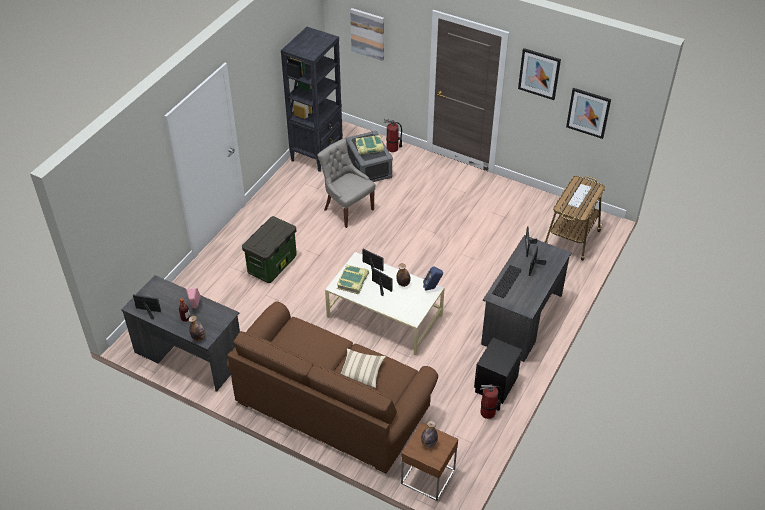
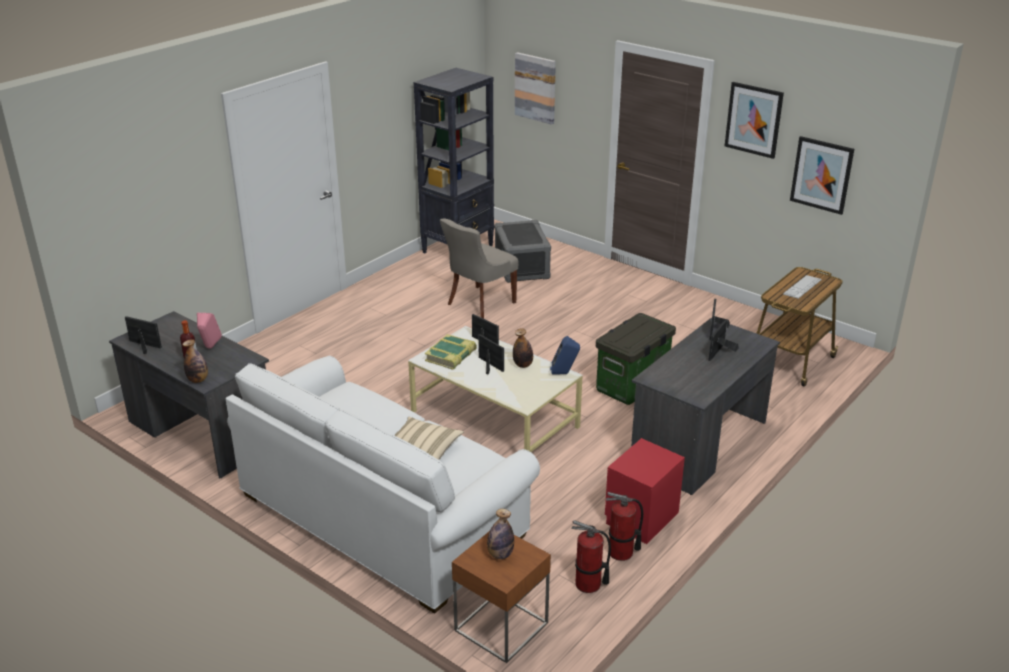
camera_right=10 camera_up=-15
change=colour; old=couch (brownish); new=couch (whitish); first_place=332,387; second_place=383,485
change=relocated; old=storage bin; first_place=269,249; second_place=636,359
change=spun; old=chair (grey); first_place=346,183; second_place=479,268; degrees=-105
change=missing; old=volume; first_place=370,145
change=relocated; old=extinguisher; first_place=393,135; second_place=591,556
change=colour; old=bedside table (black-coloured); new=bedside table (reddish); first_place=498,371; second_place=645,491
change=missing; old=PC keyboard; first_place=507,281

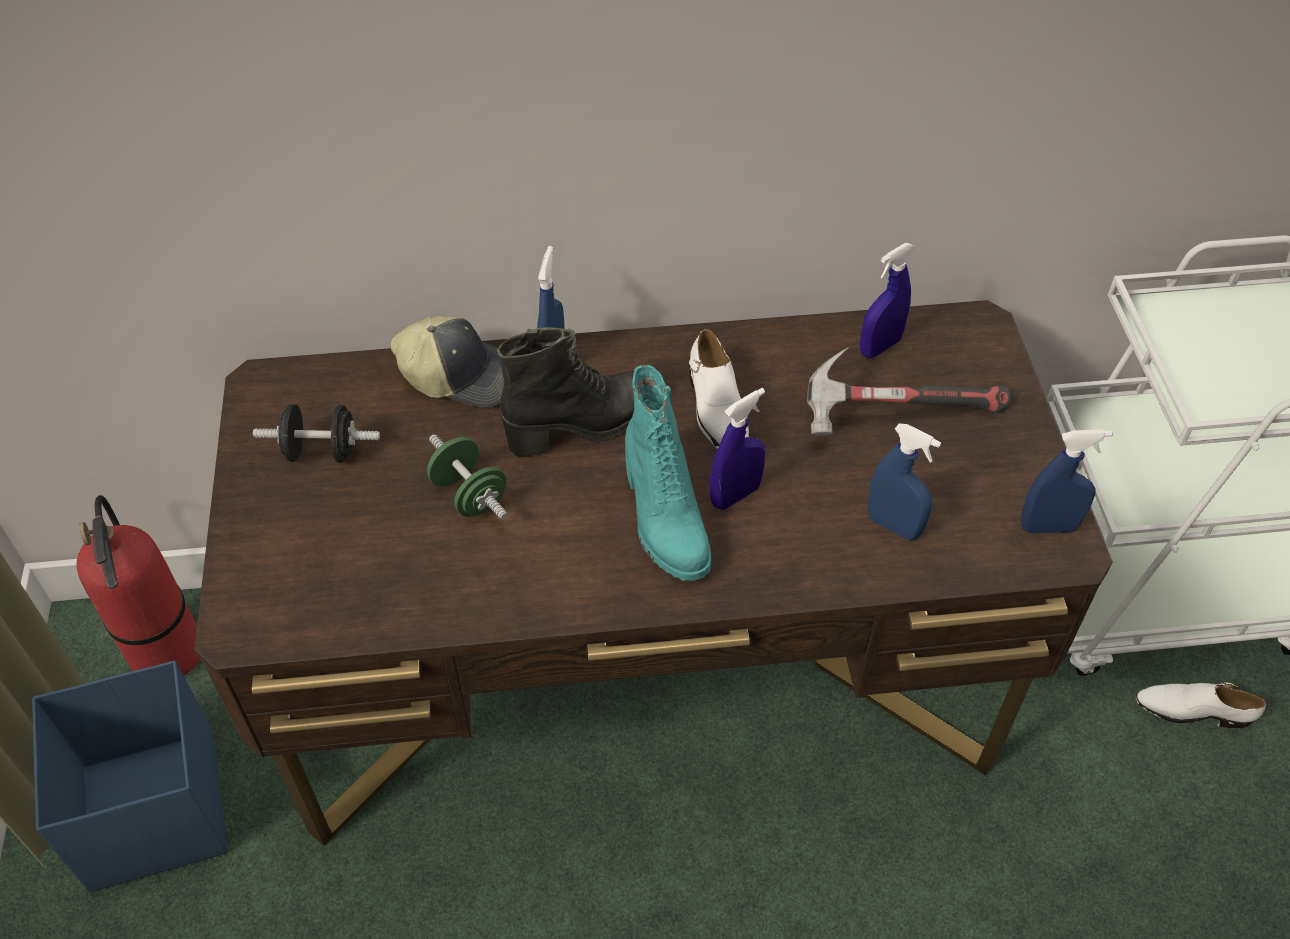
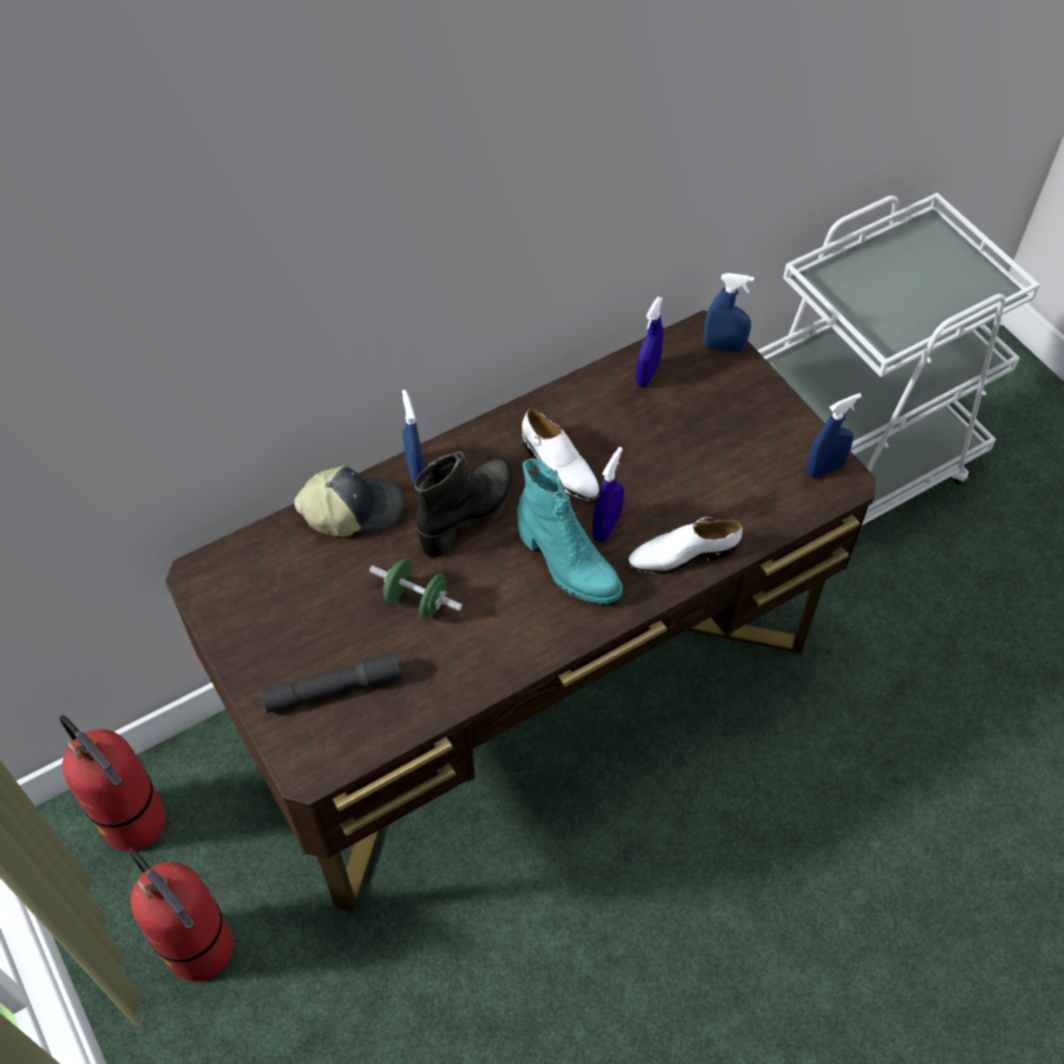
camera_right=-25 camera_up=5
change=exchanged; old=storage bin (blue); new=extinguisher; first_place=130,776; second_place=181,914
change=missing; old=free weight (black-coloured); first_place=316,433
change=missing; old=tool hammer; first_place=908,391
change=relocated; old=sprayer (blue); first_place=904,482; second_place=729,312
change=relocated; old=item of footwear (whitish); first_place=1201,705; second_place=684,545
change=appeared; new=torch (grey); second_place=332,682

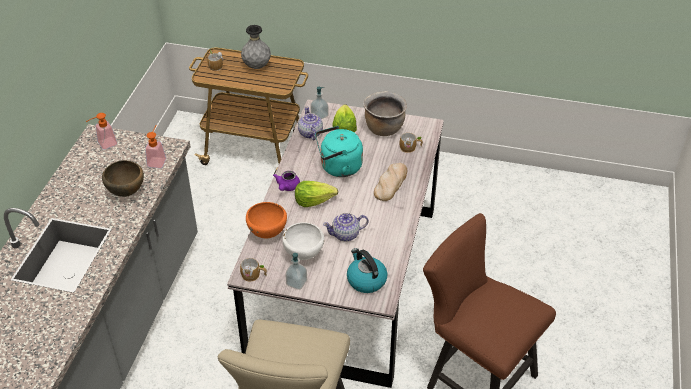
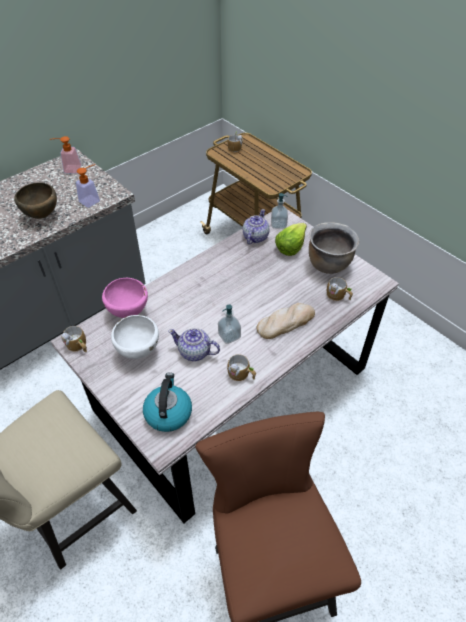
camera_right=35 camera_up=5
change=missing; old=flower vase (grey); first_place=256,47
change=colour; old=serving bowl (orange); new=serving bowl (pink); first_place=266,220; second_place=125,298
change=missing; old=teapot (purple); first_place=286,181
change=relocated; old=soap dispenser; first_place=296,271; second_place=229,324
change=missing; old=lettuce head; first_place=316,194
change=missing; old=kettle (blue-green); first_place=339,151
change=appeared; new=coffee mug; second_place=241,367

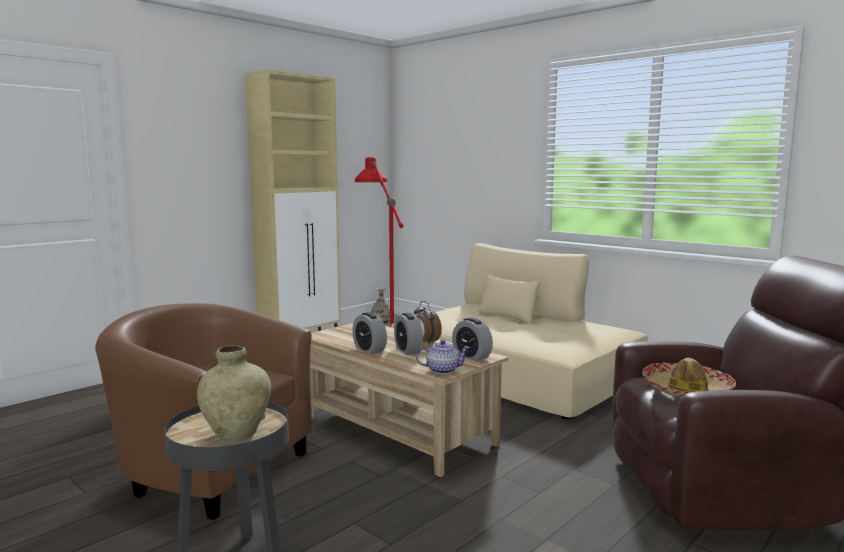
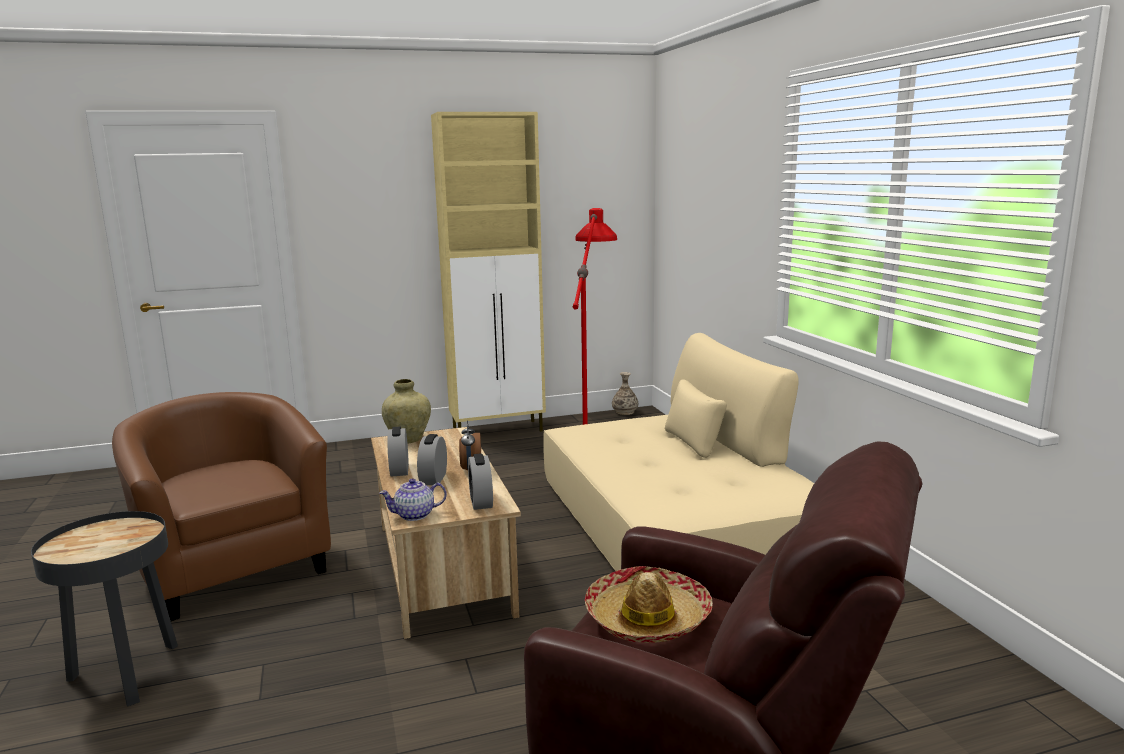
camera_right=30 camera_up=5
change=relocated; old=flower vase (beige-coloured); first_place=234,393; second_place=406,411
change=spun; old=teapot; first_place=443,357; second_place=413,499; degrees=135

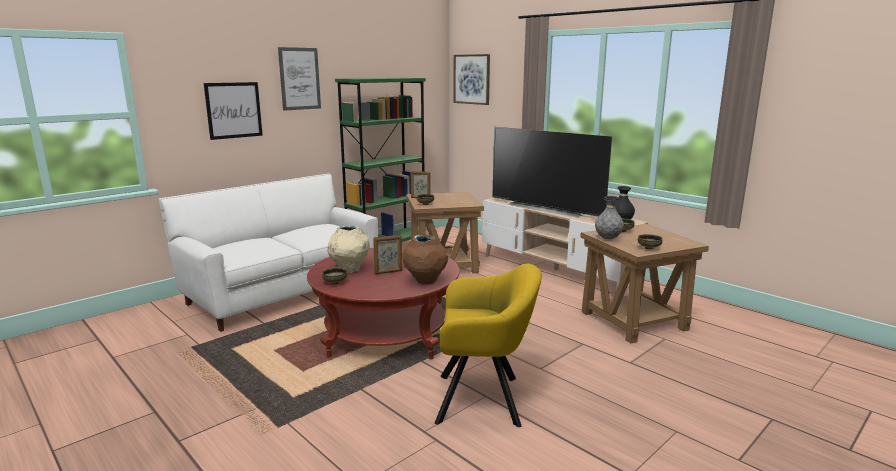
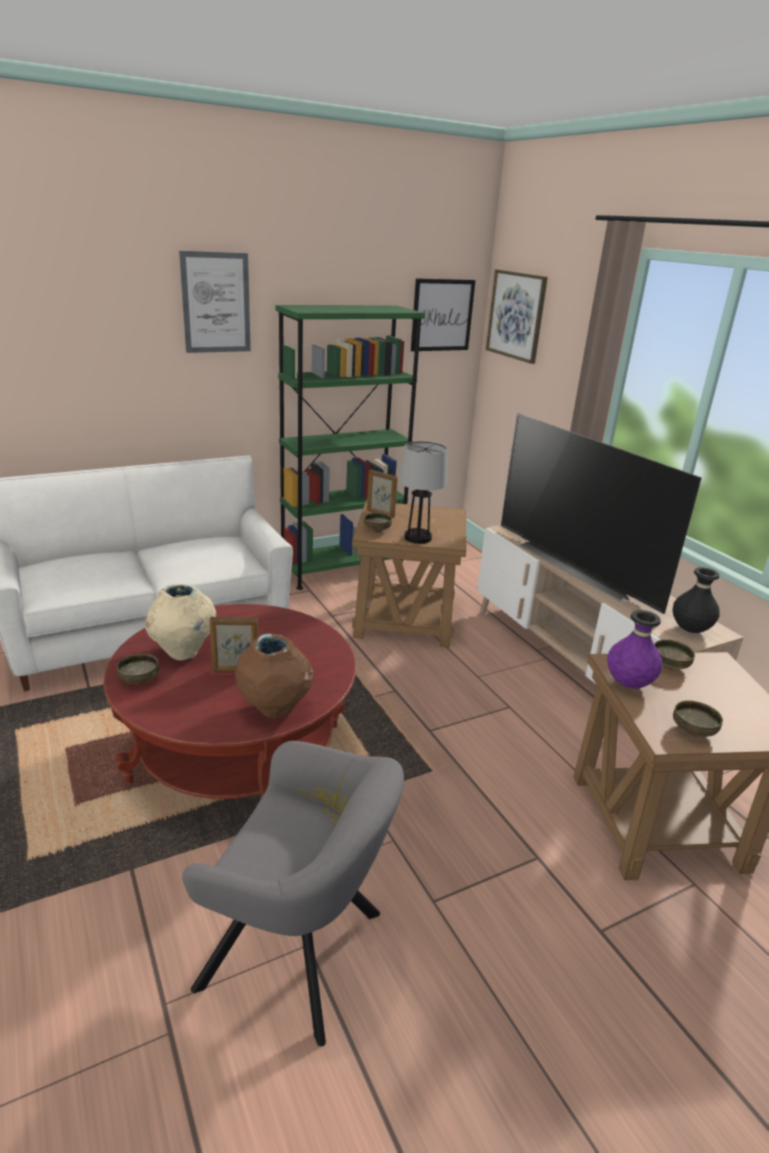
camera_right=15 camera_up=10
change=relocated; old=picture; first_place=233,111; second_place=443,315
change=colour; old=easy chair (yellow); new=easy chair (grey); first_place=488,345; second_place=293,894
change=colour; old=flower vase (grey); new=flower vase (purple); first_place=609,217; second_place=634,649
change=appeared; new=tabletop lamp; second_place=423,492

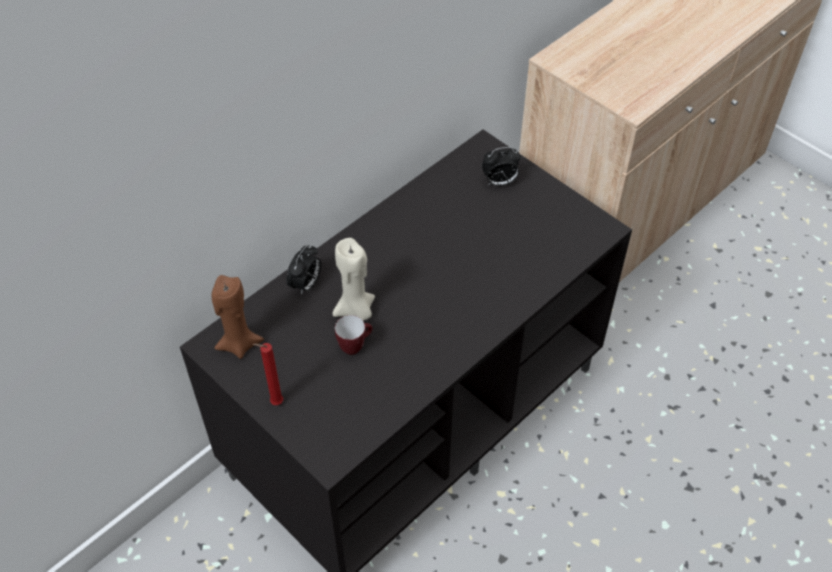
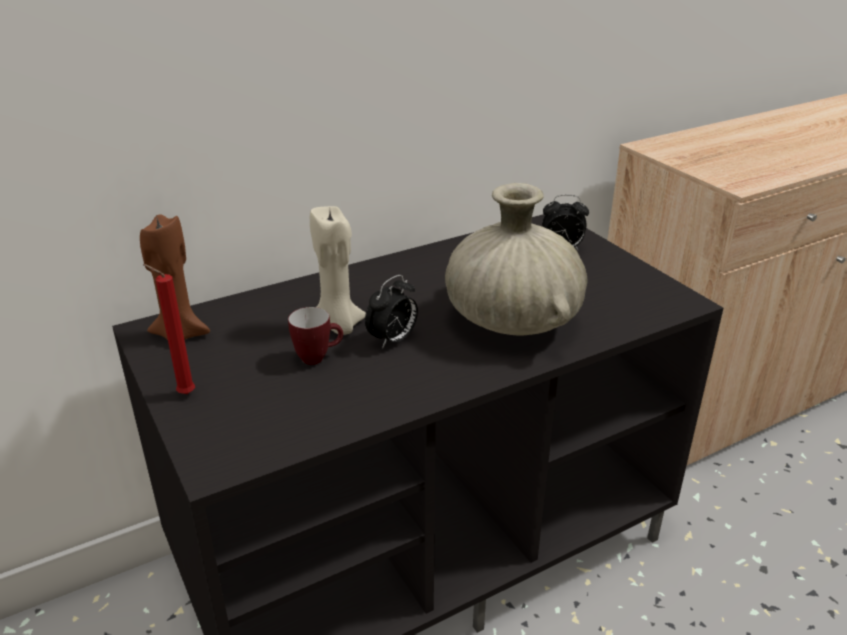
camera_right=15 camera_up=-20
change=relocated; old=alarm clock; first_place=303,270; second_place=391,312
change=appeared; new=flower vase (beige-coloured); second_place=516,259

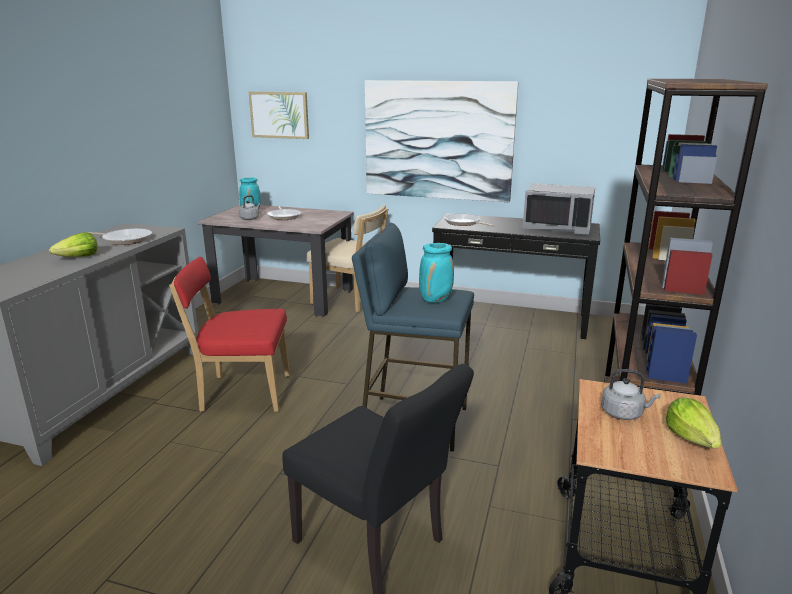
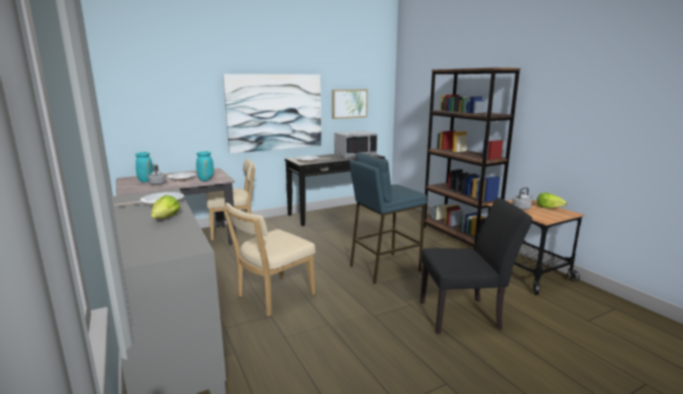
camera_right=-45 camera_up=-5
change=colour; old=chair (reddish); new=chair (beige-coloured); first_place=229,334; second_place=269,259
change=relocated; old=picture; first_place=279,115; second_place=350,104
change=relocated; old=flower vase (blue-green); first_place=436,273; second_place=205,166

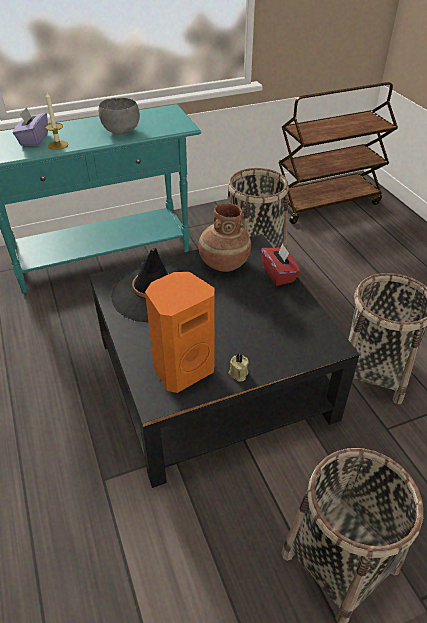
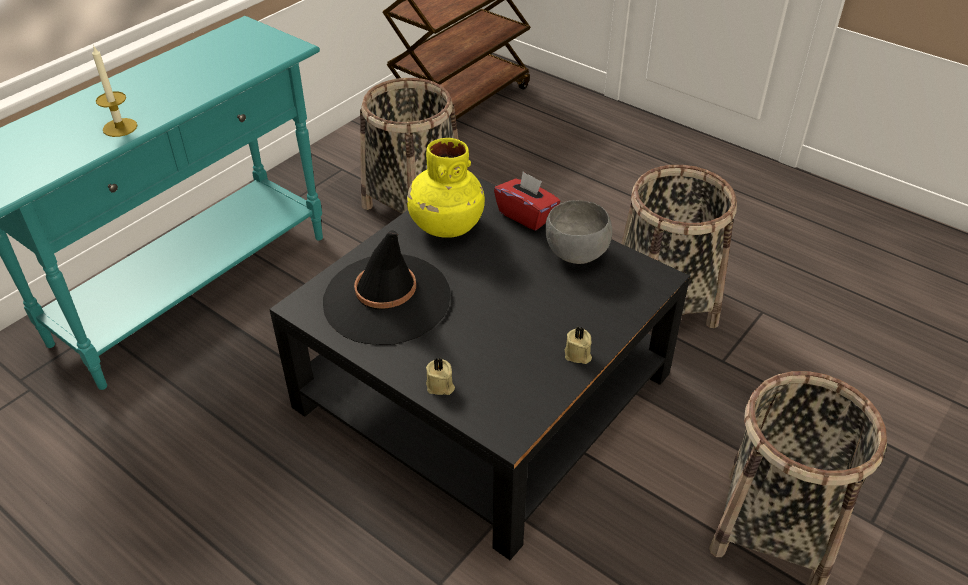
camera_right=-30 camera_up=0
change=missing; old=tissue box (purple); first_place=30,126
change=relocated; old=serving bowl (grey); first_place=119,116; second_place=578,232
change=missing; old=loudspeaker (orange); first_place=180,332
change=colour; old=flower vase (brownish); new=flower vase (yellow); first_place=224,237; second_place=446,188
change=appeared; new=wax candle (beige-coloured); second_place=440,376

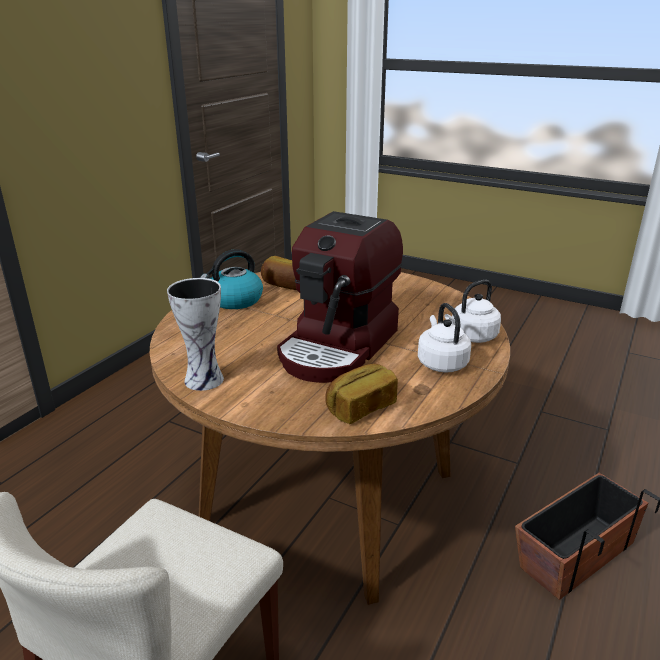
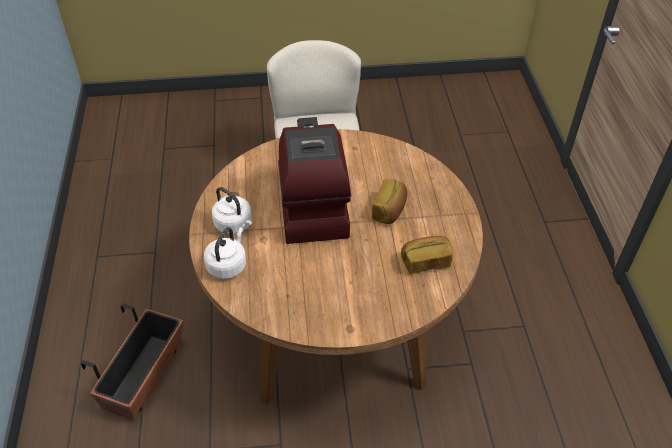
camera_right=145 camera_up=20
change=missing; old=flower vase; first_place=195,334
change=missing; old=kettle; first_place=231,279
change=relocated; old=baked bread; first_place=361,394; second_place=389,201

